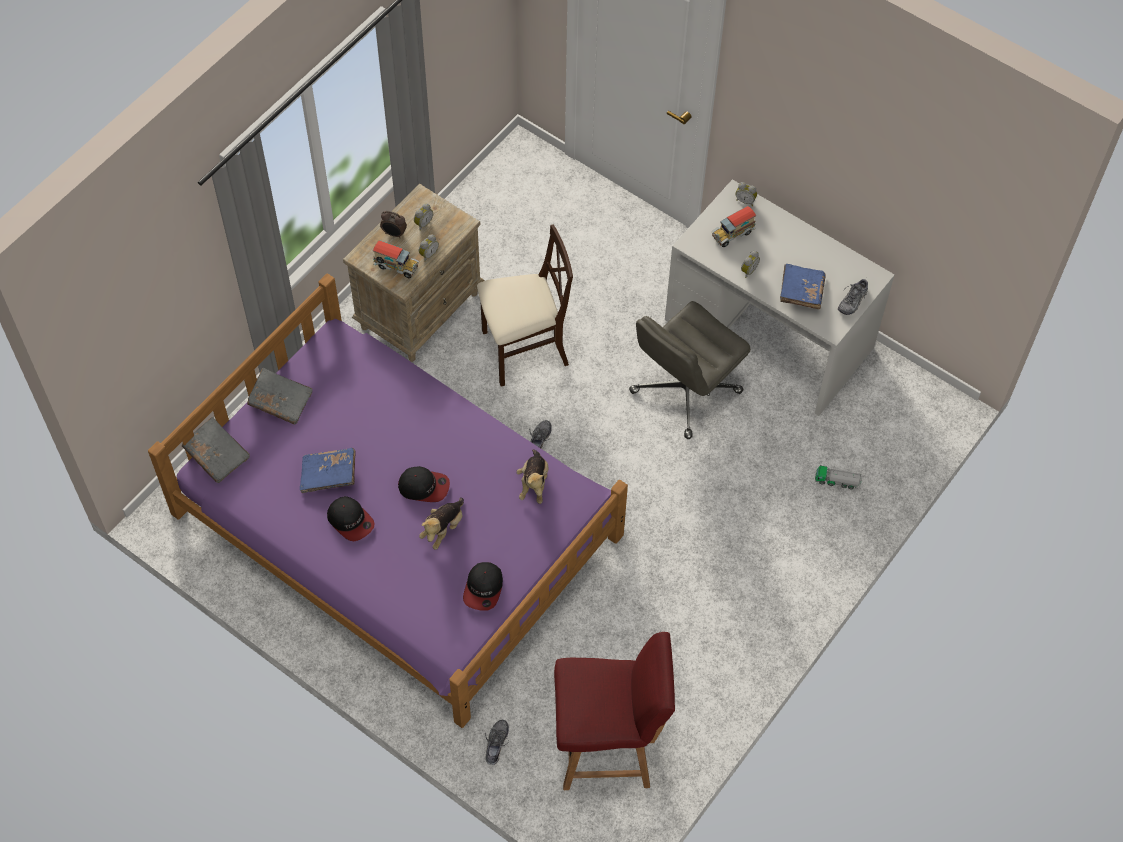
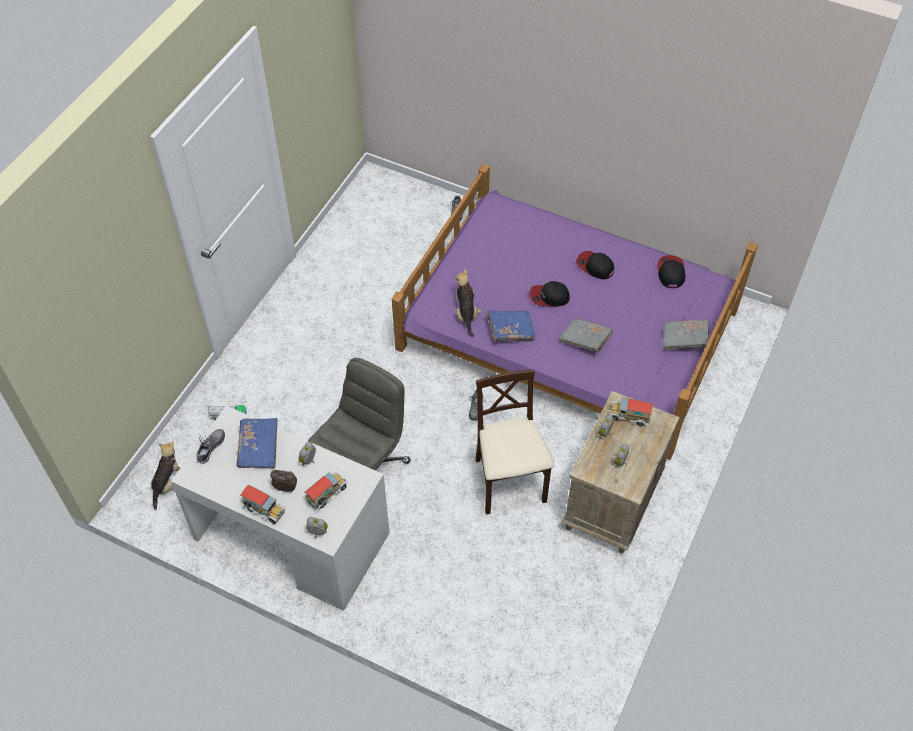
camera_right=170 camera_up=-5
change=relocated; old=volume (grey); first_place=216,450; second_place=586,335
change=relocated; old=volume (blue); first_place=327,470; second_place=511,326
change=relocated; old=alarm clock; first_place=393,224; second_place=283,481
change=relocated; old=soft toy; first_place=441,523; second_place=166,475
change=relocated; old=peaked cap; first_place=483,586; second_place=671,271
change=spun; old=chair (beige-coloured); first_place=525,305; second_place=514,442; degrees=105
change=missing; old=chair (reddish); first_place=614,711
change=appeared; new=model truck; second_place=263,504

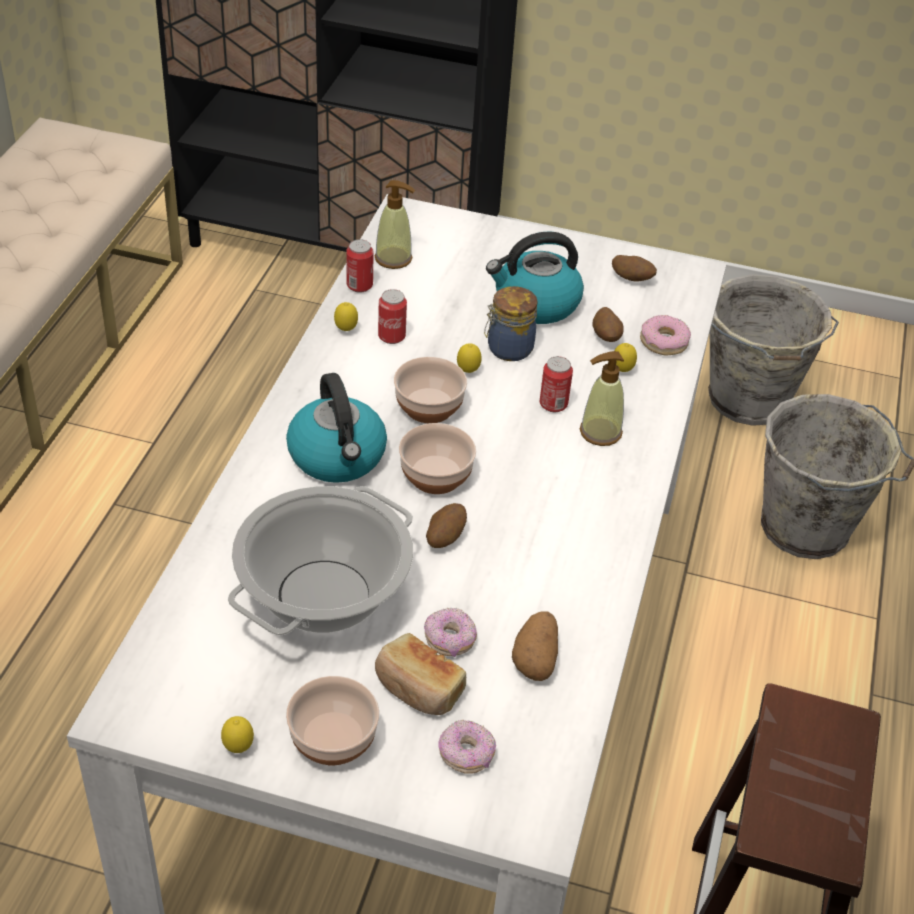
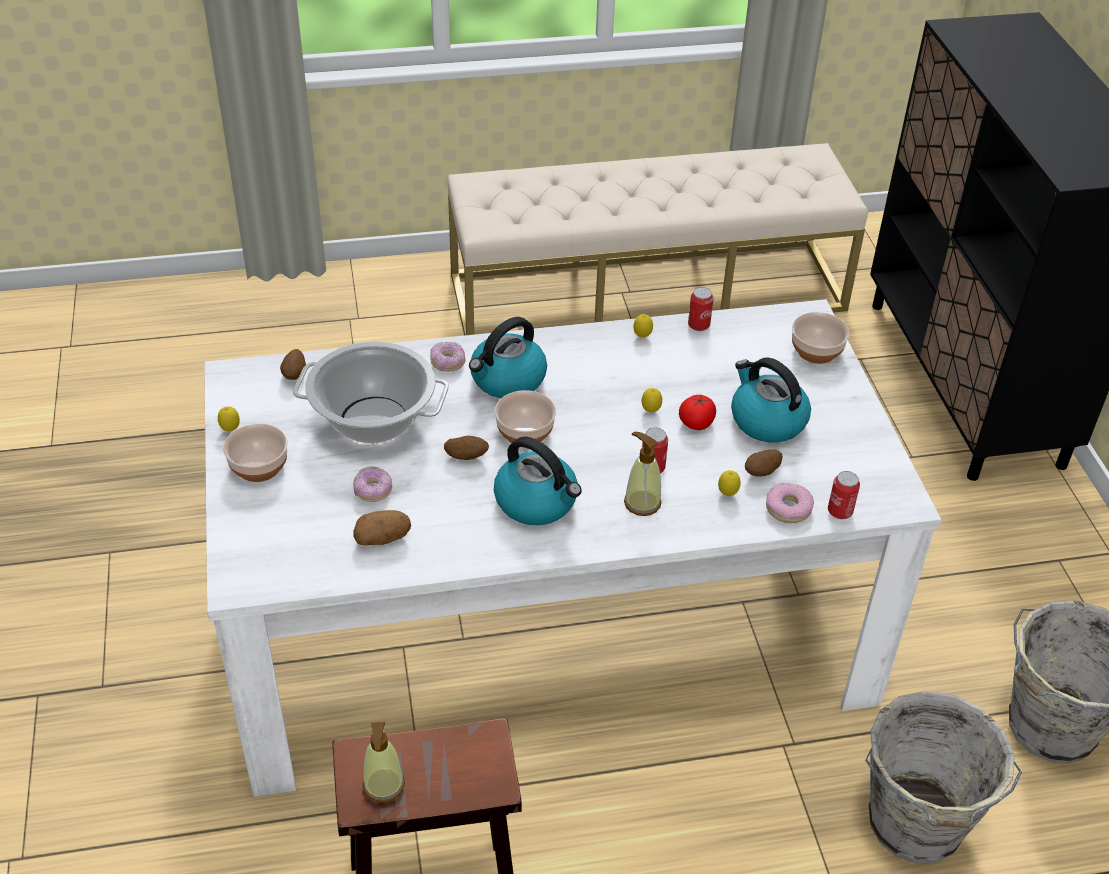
camera_right=65 camera_up=0
change=relocated; old=soap dispenser; first_place=395,224; second_place=383,762
change=missing; old=baked bread; first_place=420,674
change=relocated; old=can; first_place=392,316; second_place=844,495
change=relocated; old=serving bowl; first_place=430,390; second_place=821,338
change=relocated; old=donut; first_place=467,747; second_place=447,357
change=exchanged; old=preserve jar; new=fresh tomato; first_place=511,323; second_place=697,412
change=relocated; old=spud; first_place=634,268; second_place=293,364
change=appeared; new=kettle; second_place=538,481

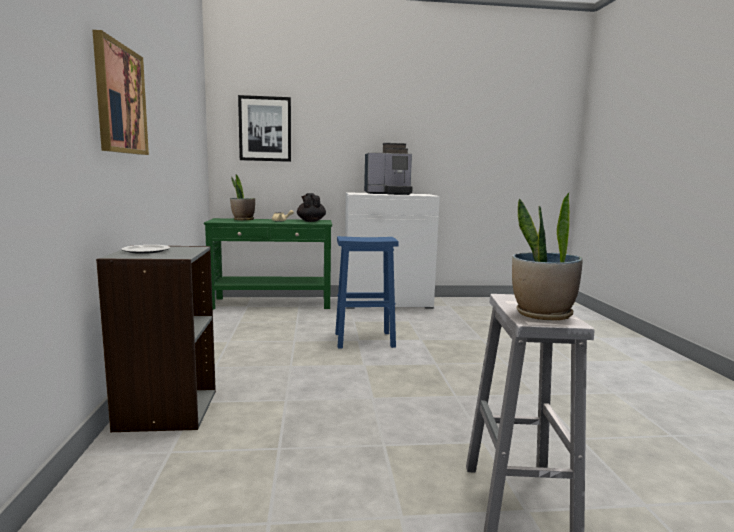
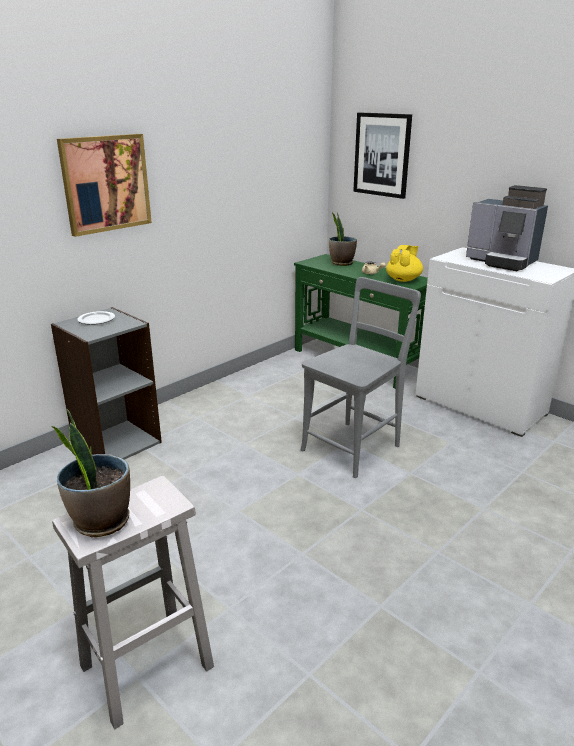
camera_right=50 camera_up=15
change=colour; old=teapot (black-coloured); new=teapot (yellow); first_place=311,207; second_place=404,263
change=exchanged; old=stool (blue); new=chair (grey); first_place=367,292; second_place=361,377

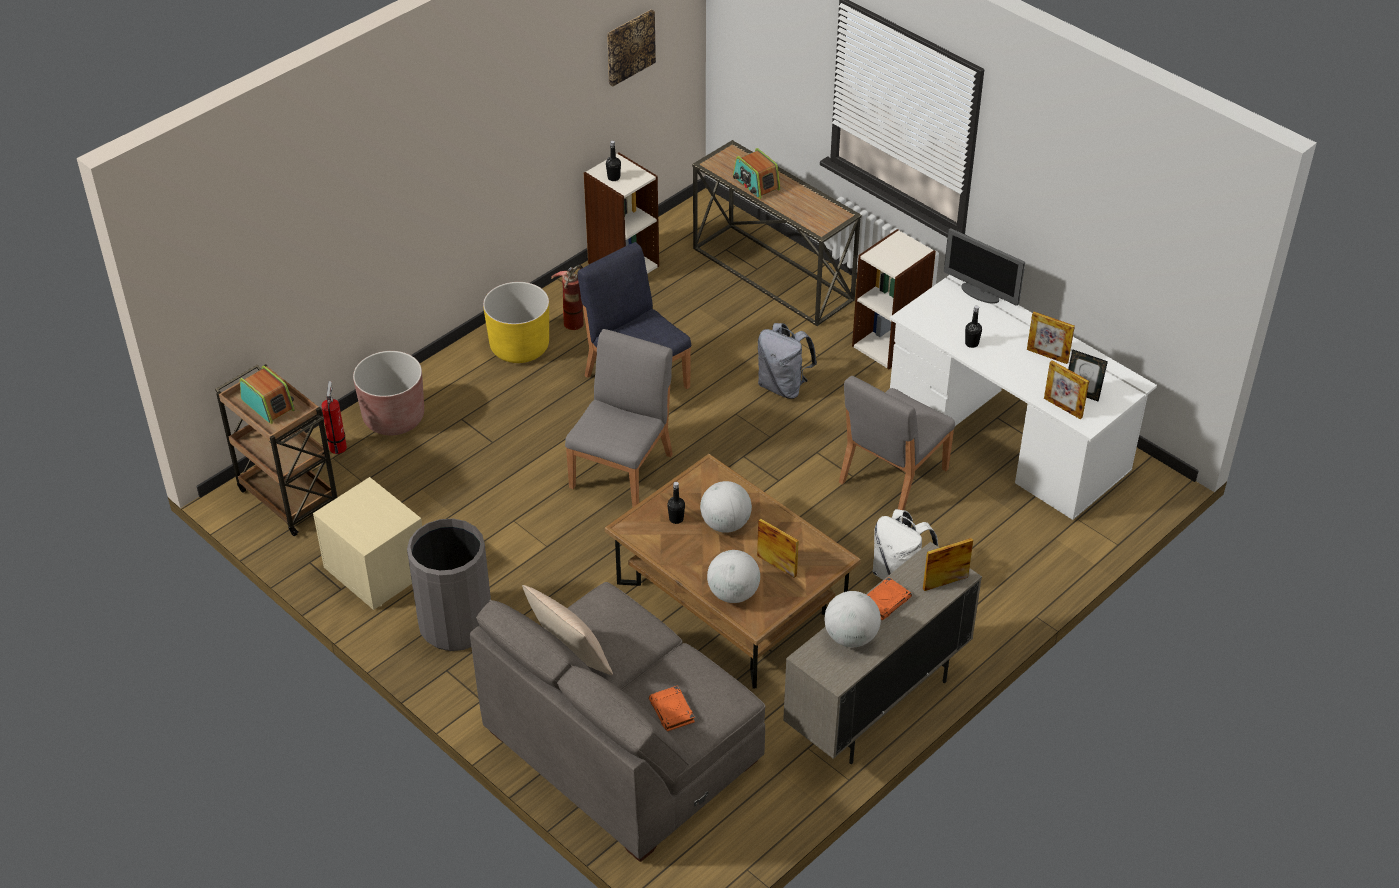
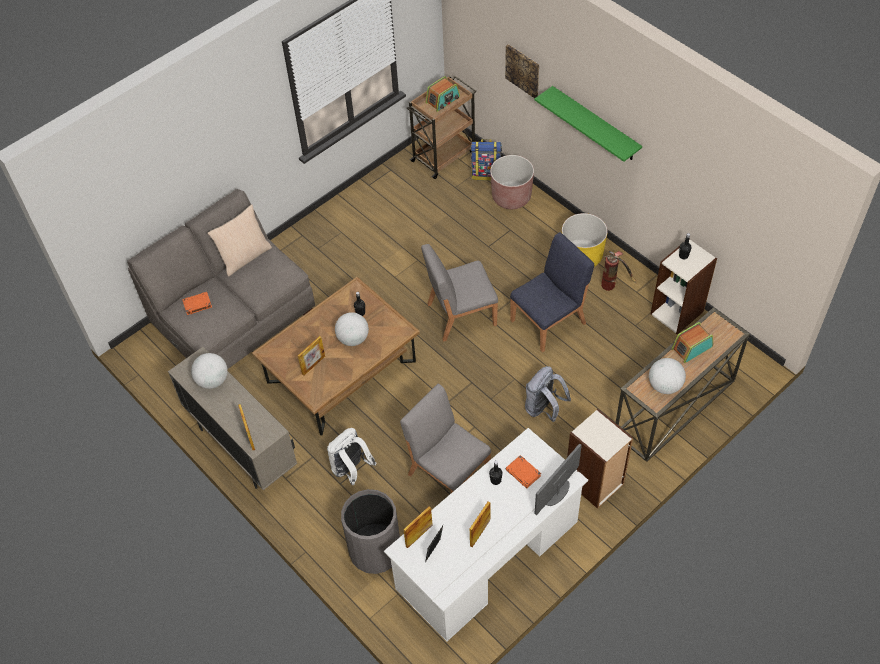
camera_right=95 camera_up=10
change=missing; old=bedside table (beige-coloured); first_place=367,543
change=exchanged; old=extinguisher; new=knapsack; first_place=334,417; second_place=486,160
change=relocated; old=waste bin (grey); first_place=449,584; second_place=370,531
change=spun; old=chair (grey); first_place=619,418; second_place=459,293; degrees=135
change=relocated; old=picture; first_place=631,48; second_place=522,71
change=relocated; old=desk globe; first_place=733,576; second_place=667,376
change=relocated; old=volume (orange); first_place=889,598; second_place=523,471
change=appeared; new=shelf (green); second_place=588,124

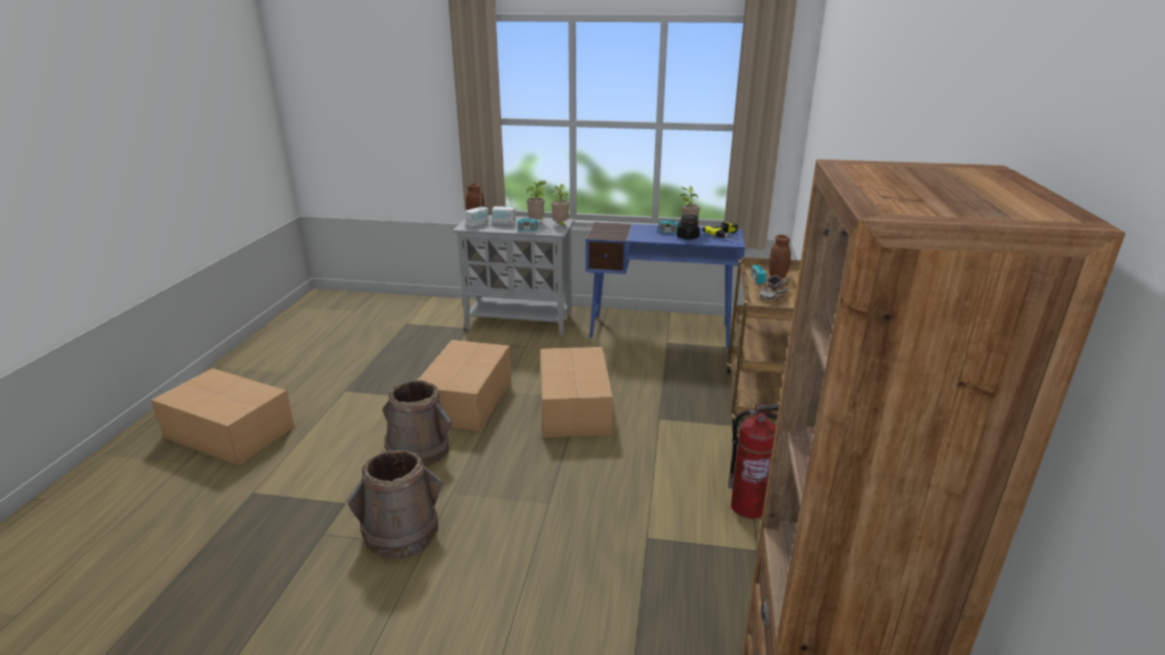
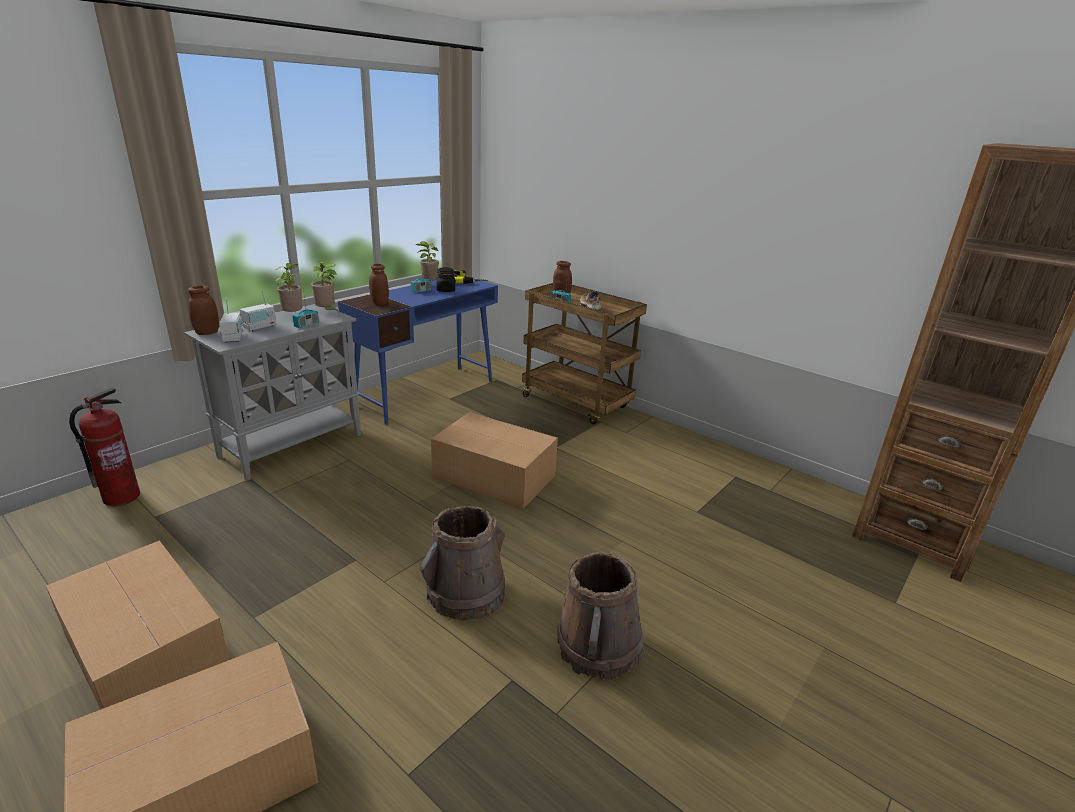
camera_right=-60 camera_up=0
change=relocated; old=packing box; first_place=464,386; second_place=137,625
change=relocated; old=extinguisher; first_place=753,461; second_place=104,446
change=appeared; new=preserve jar (brownish); second_place=379,284

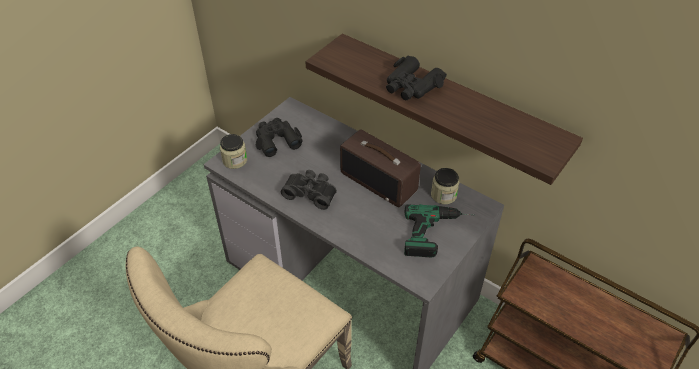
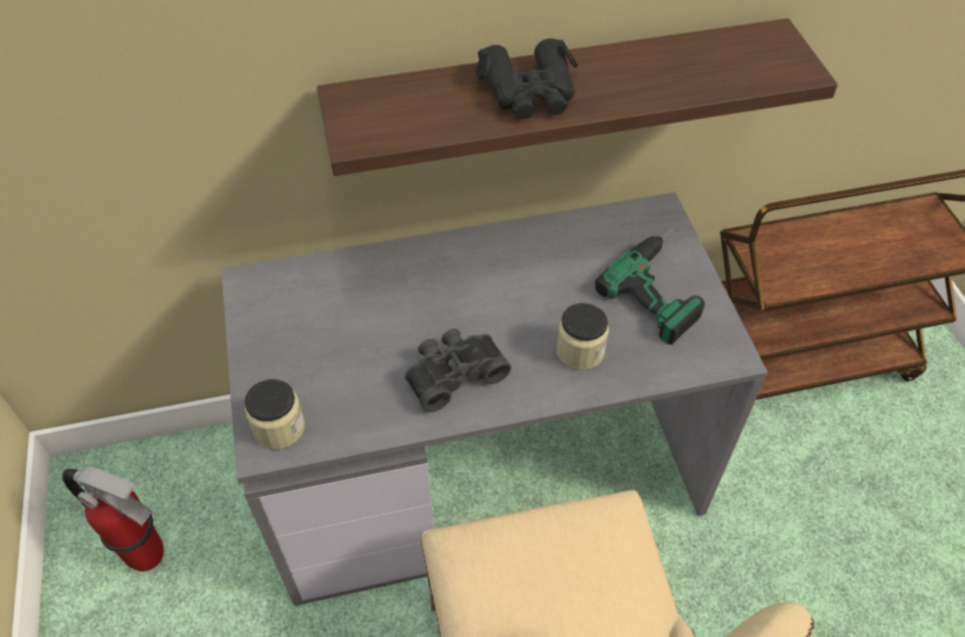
camera_right=-50 camera_up=5
change=missing; old=pair of binoculars (black-coloured); first_place=279,137
change=missing; old=radio set; first_place=380,168
change=relocated; old=preserve jar; first_place=445,186; second_place=582,336
change=appeared; new=extinguisher; second_place=113,518

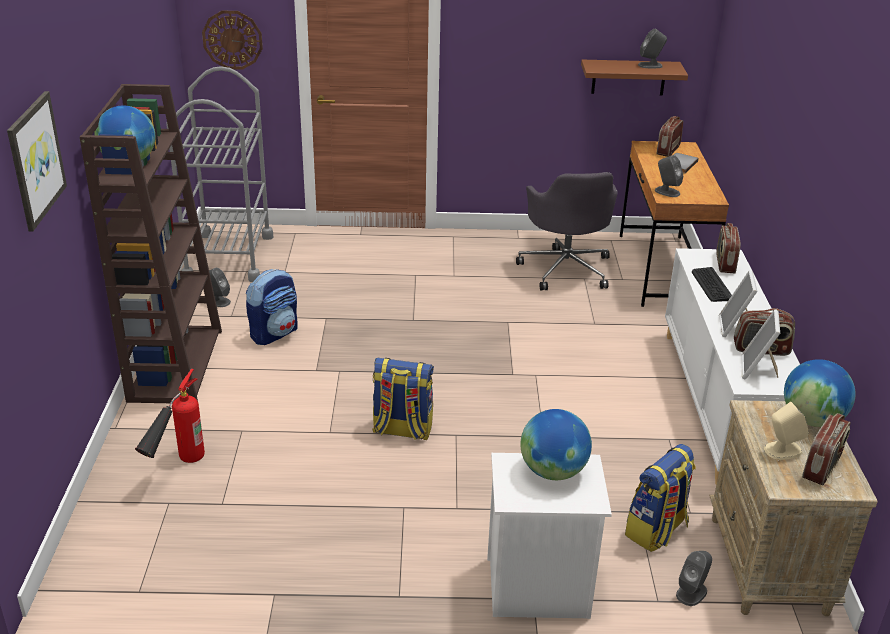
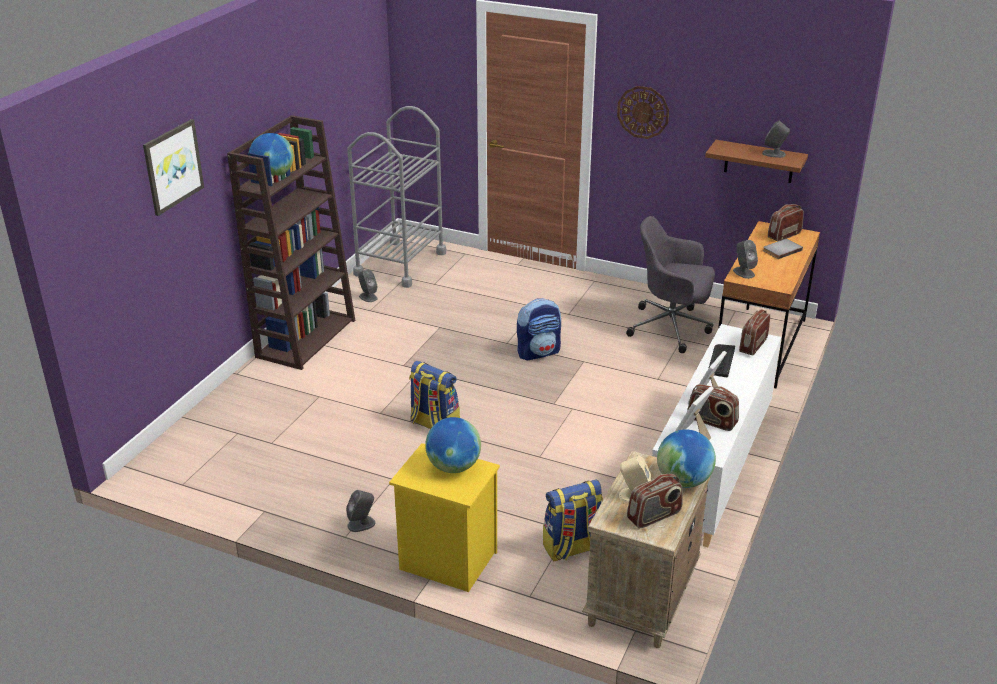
camera_right=25 camera_up=0
change=missing; old=extinguisher; first_place=170,416
change=relocated; old=clock on the wall; first_place=232,40; second_place=643,112
change=relocated; old=knapsack; first_place=272,307; second_place=539,329
change=colour; old=bedside table (whitish); new=bedside table (yellow); first_place=549,536; second_place=444,517
change=spun; old=computer chair (grey); first_place=567,231; second_place=670,284; degrees=90
change=relocated; old=loudspeaker (grey); first_place=694,578; second_place=360,511

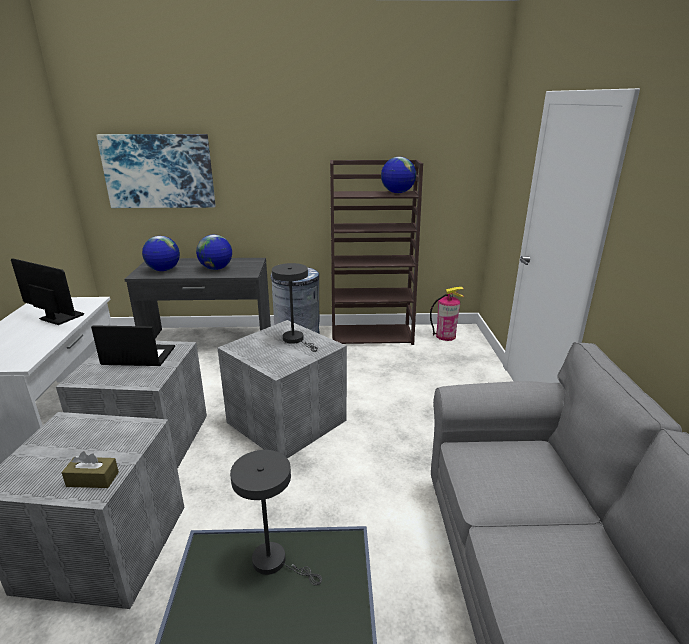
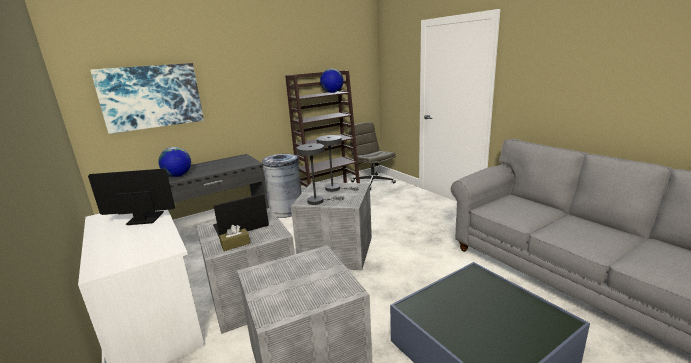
camera_right=-30 camera_up=-5
change=relocated; old=tissue box (brownish); first_place=90,469; second_place=234,238
change=missing; old=desk globe; first_place=214,252
change=relocated; old=tabletop lamp (grey); first_place=276,518; second_place=320,174
change=exchanged; old=extinguisher; new=computer chair (grey); first_place=447,314; second_place=372,156

